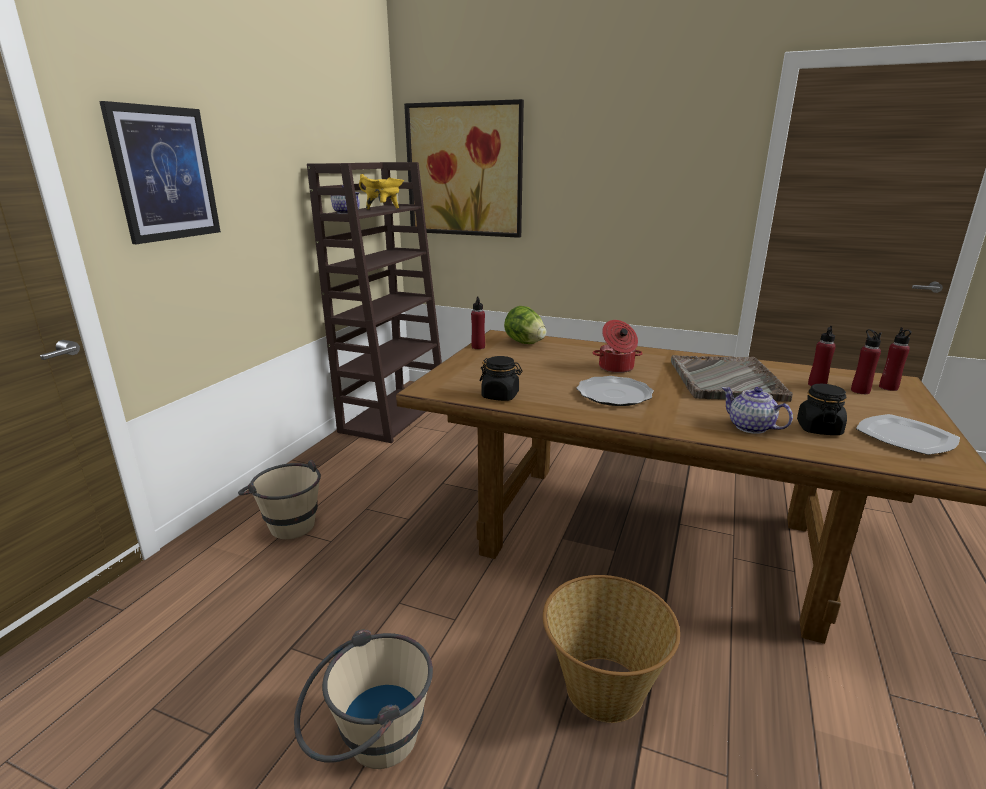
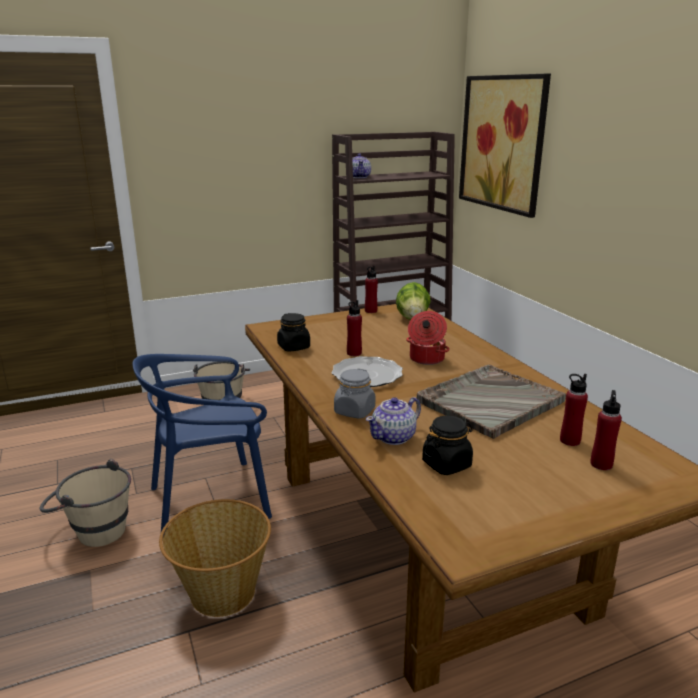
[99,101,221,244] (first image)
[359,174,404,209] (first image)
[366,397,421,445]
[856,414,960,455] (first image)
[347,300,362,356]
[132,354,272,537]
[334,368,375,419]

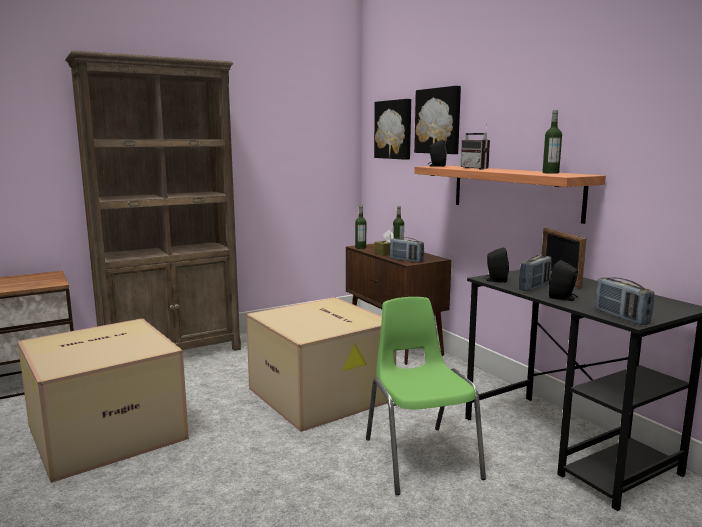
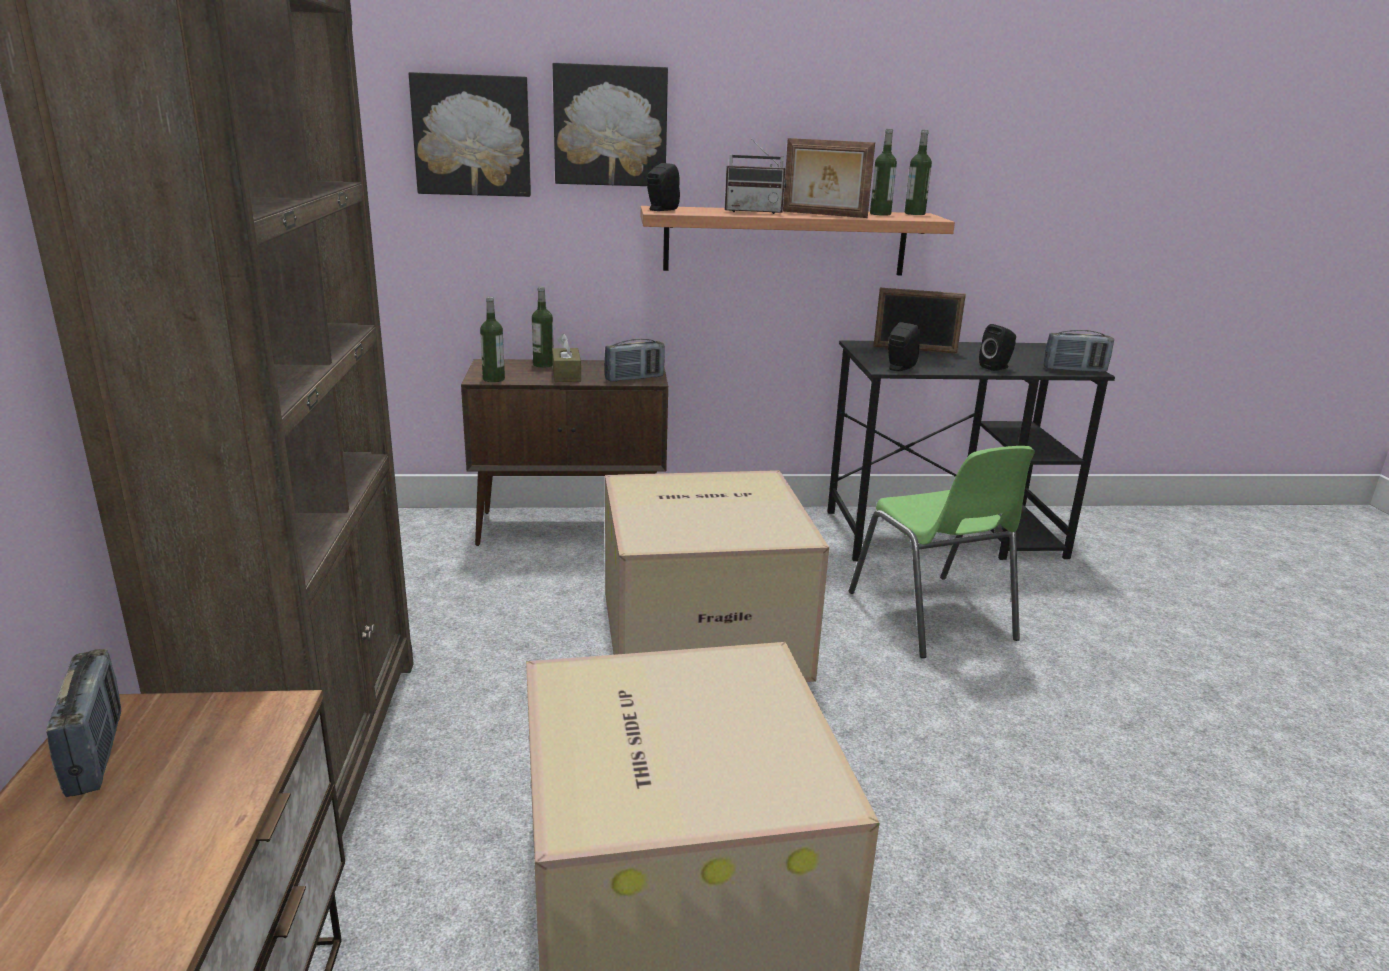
[849,446,1035,658]
[46,649,121,797]
[783,138,875,218]
[905,130,932,215]

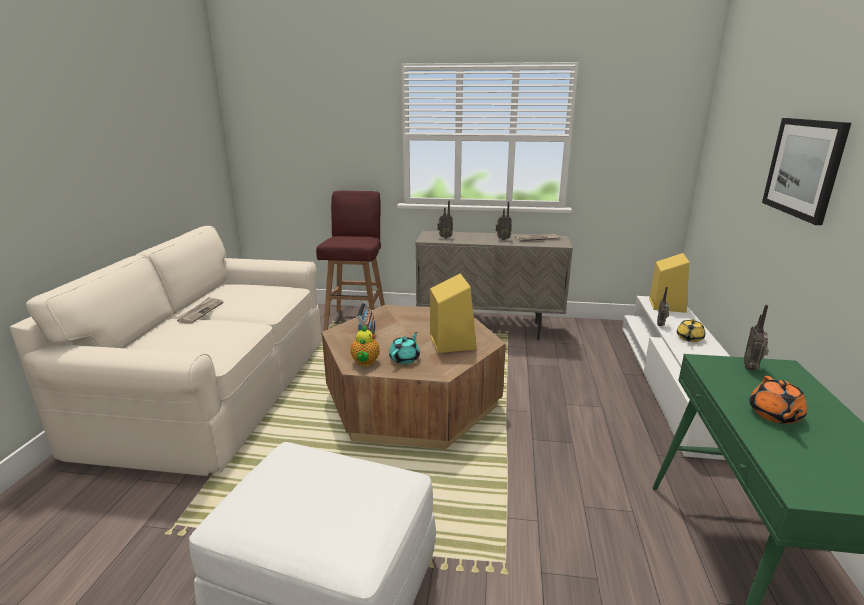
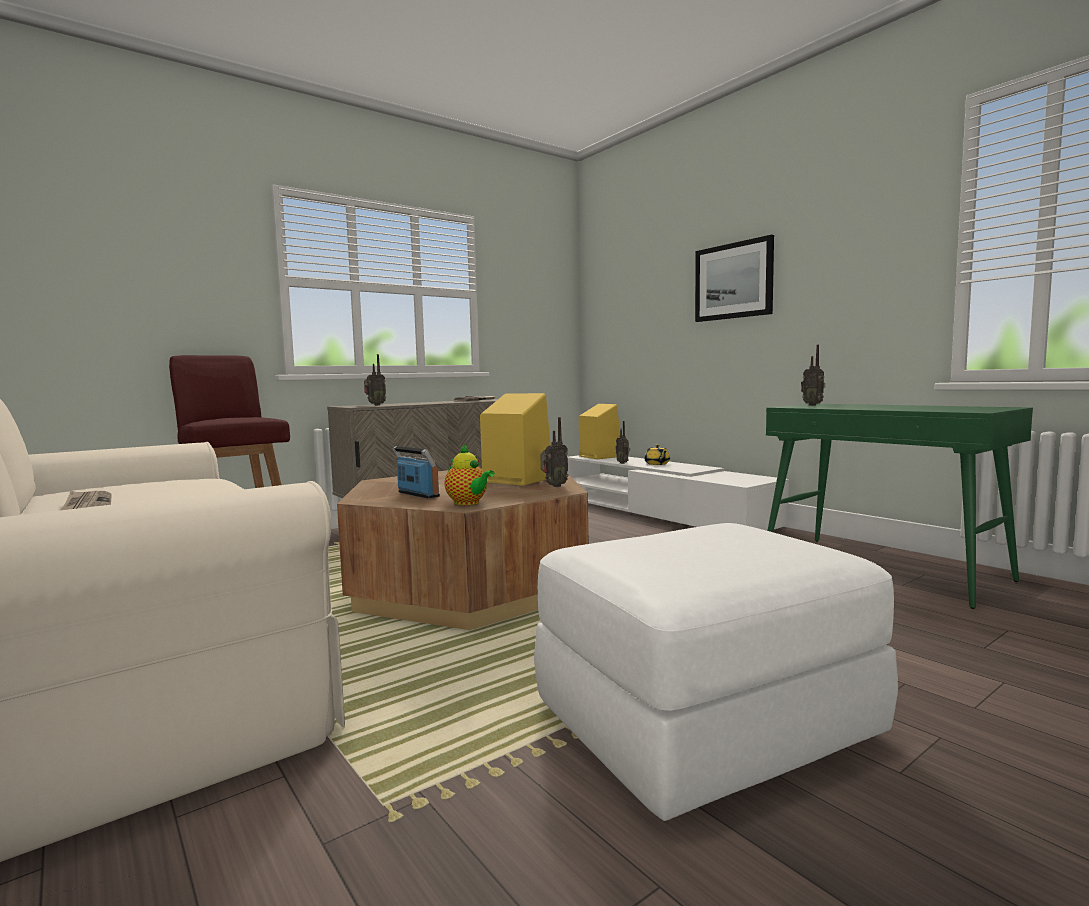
[389,332,420,364] (first image)
[540,417,568,487]
[749,376,807,424] (first image)

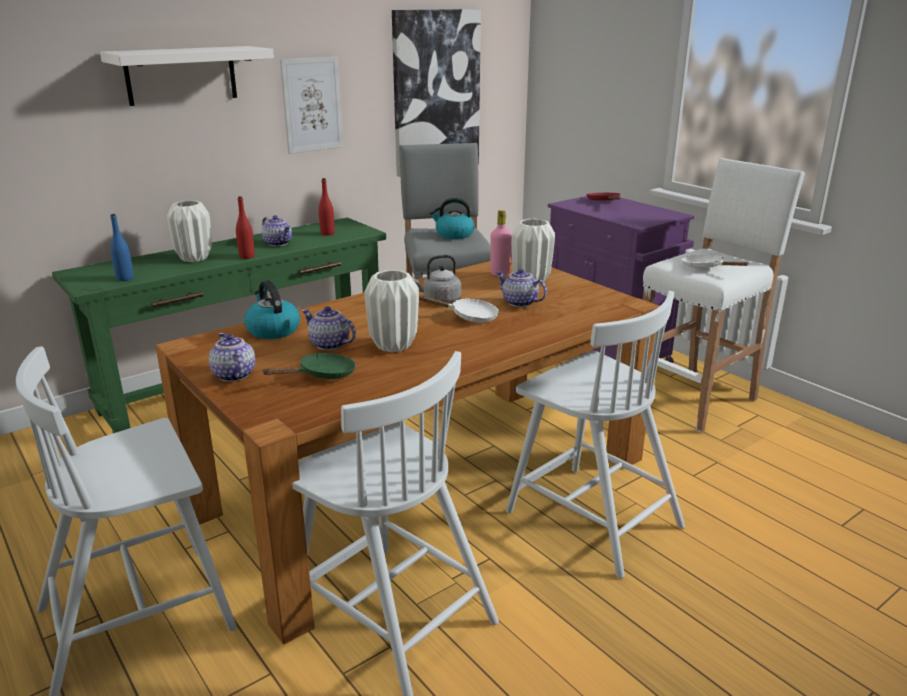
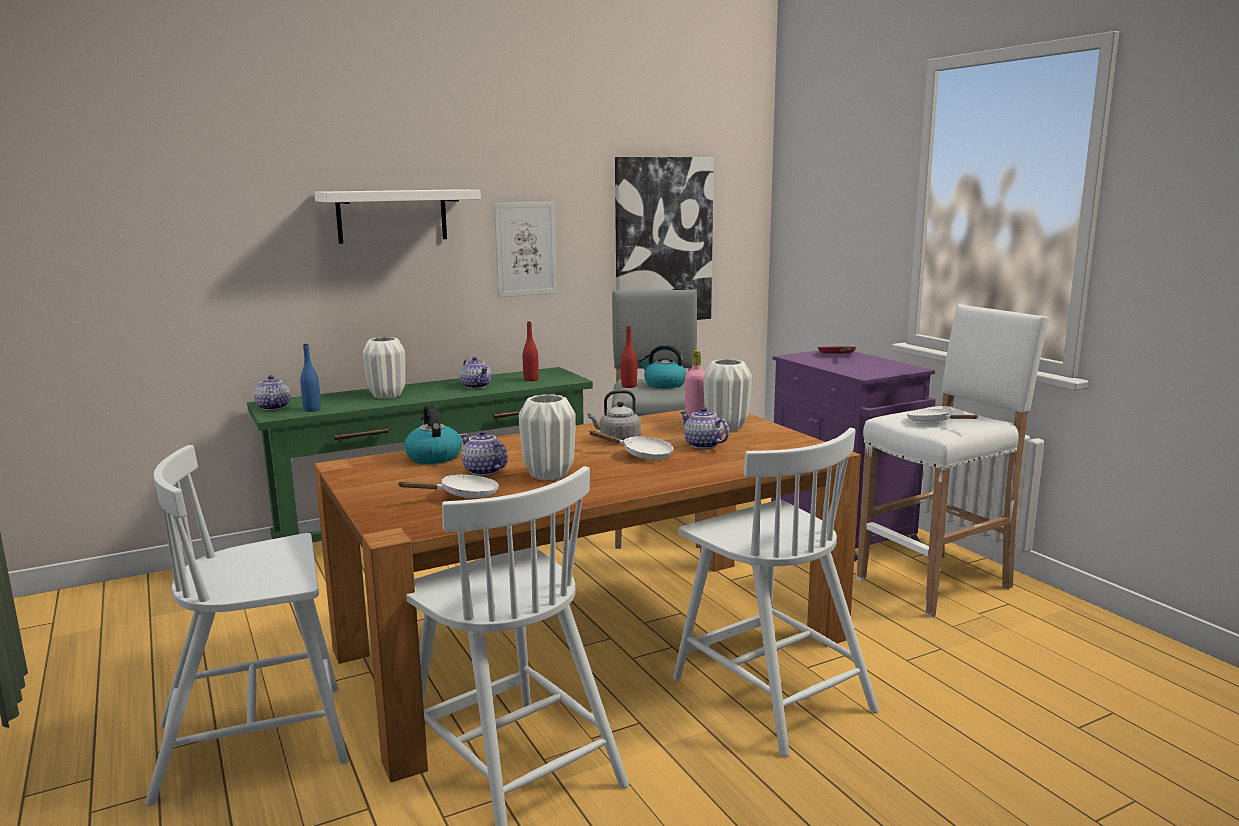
[254,375,290,410]
[621,326,637,388]
[399,474,499,498]

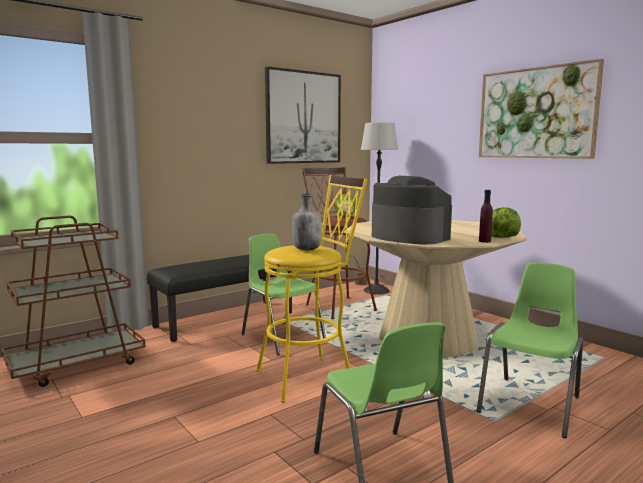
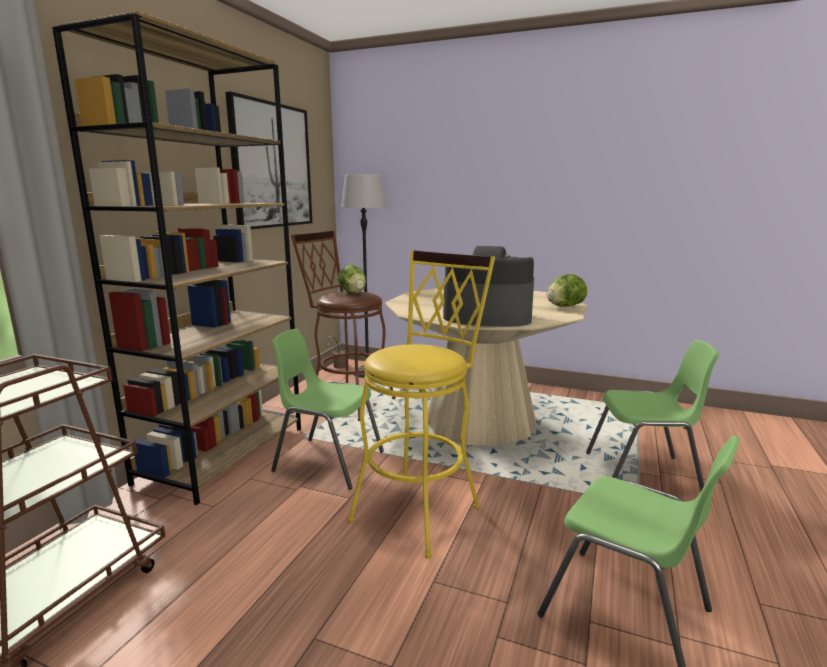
[52,11,301,505]
[292,193,322,251] (first image)
[586,340,720,491]
[479,59,604,159] (first image)
[479,190,493,243] (first image)

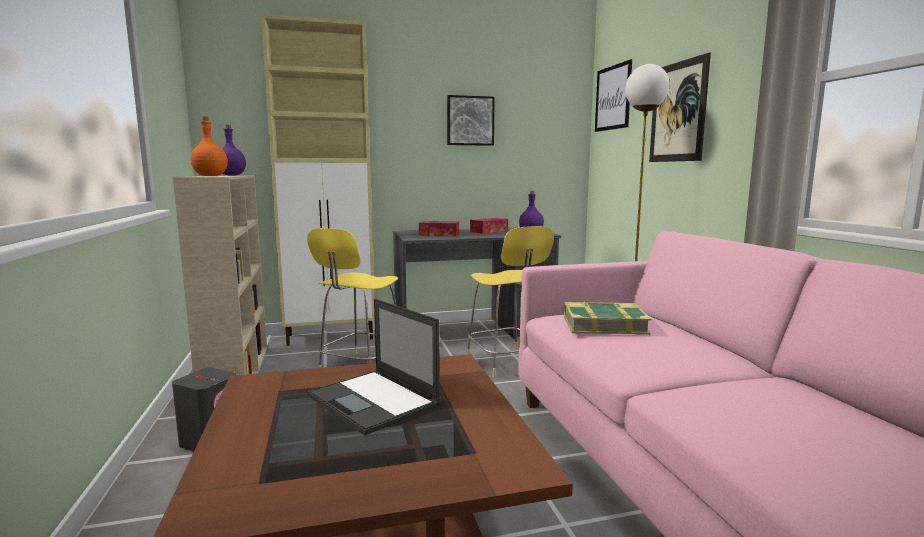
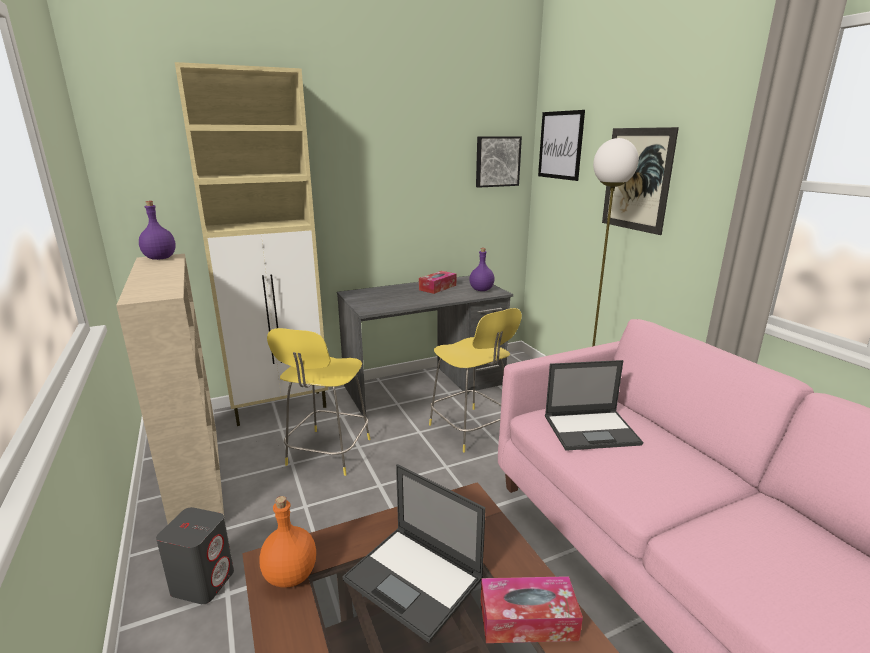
[259,496,316,588]
[481,576,583,643]
[476,136,522,188]
[545,360,643,451]

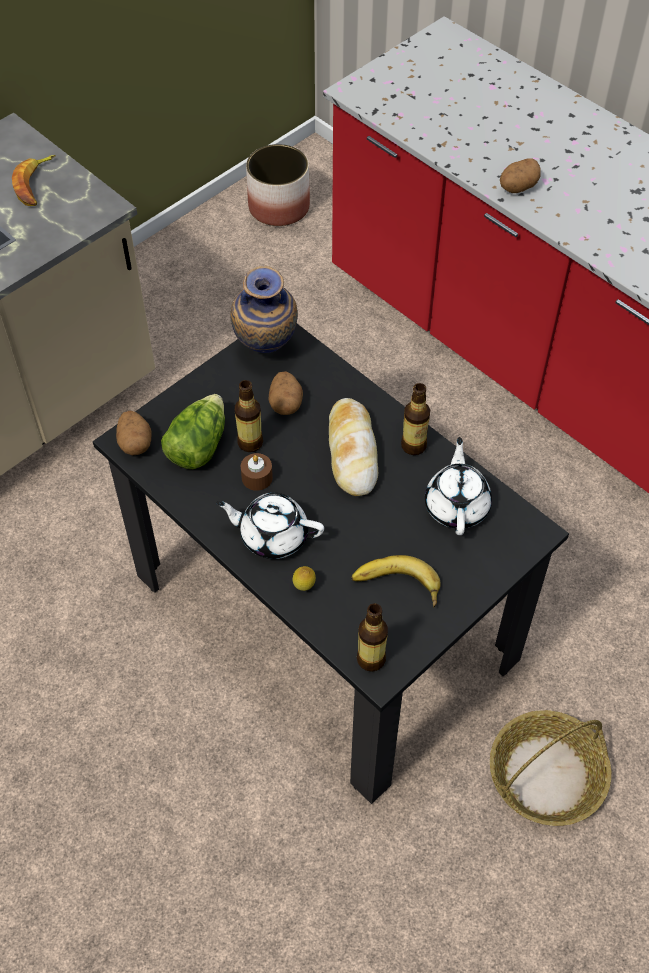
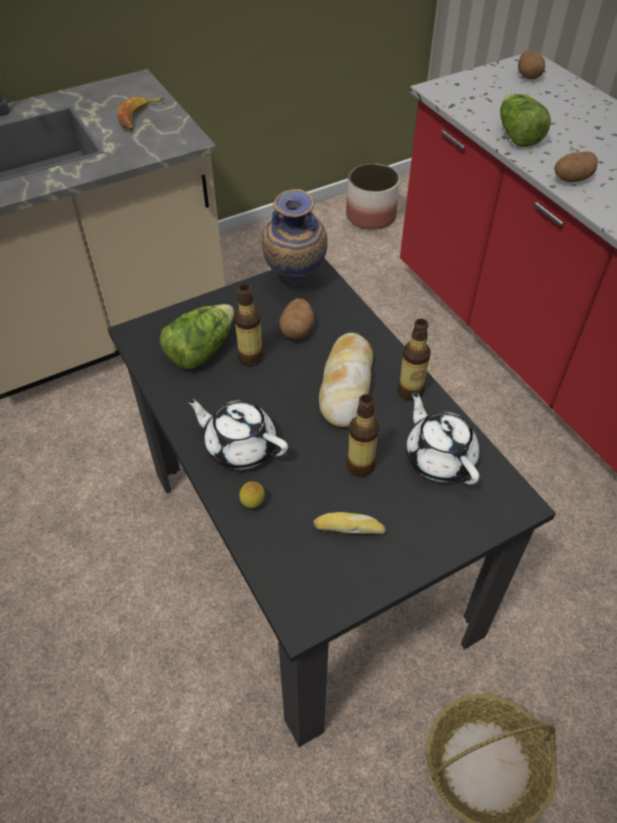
[518,50,545,79]
[241,453,273,491] (first image)
[314,512,386,534]
[346,394,379,477]
[406,390,480,485]
[500,94,551,147]

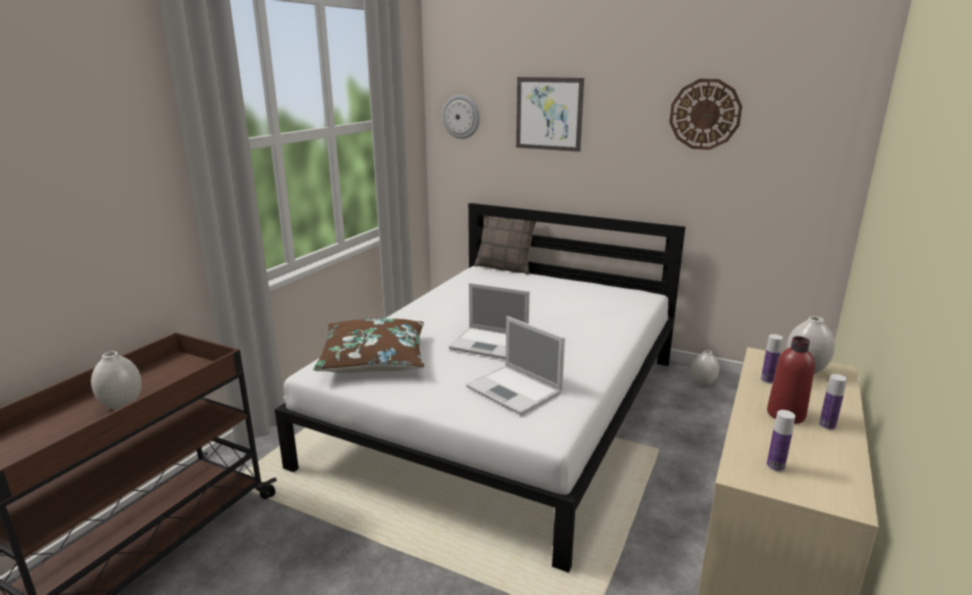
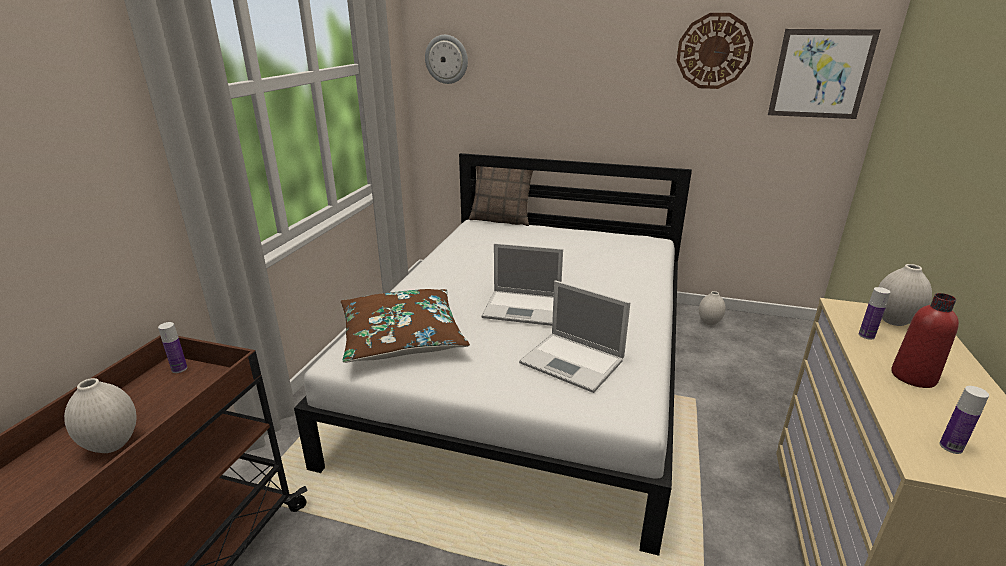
[768,29,881,119]
[158,322,187,373]

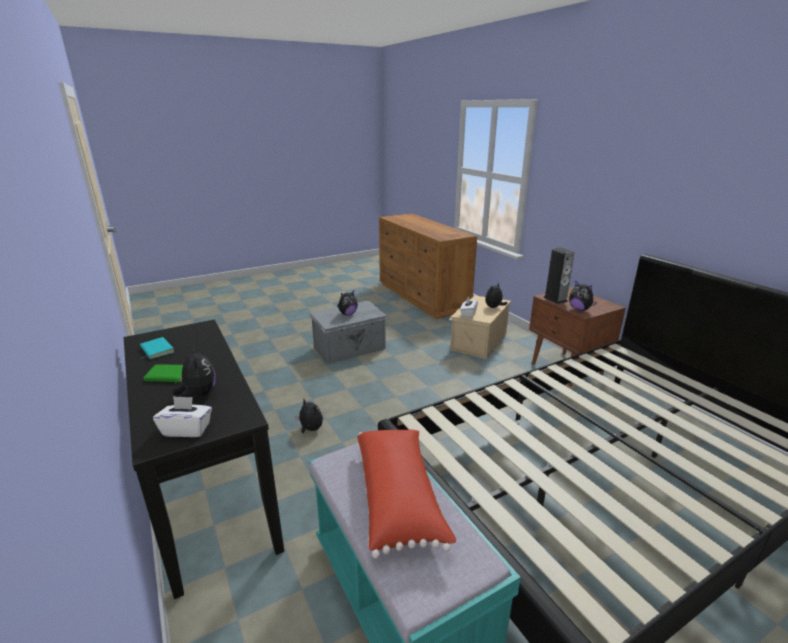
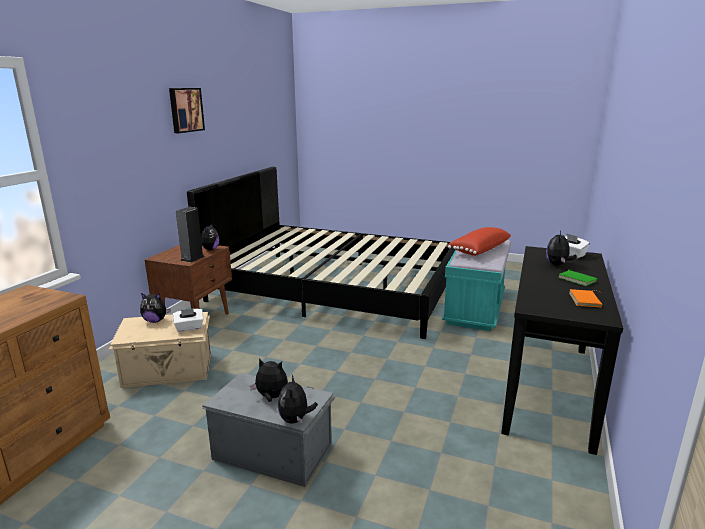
[569,289,602,307]
[278,375,318,424]
[169,88,205,133]

